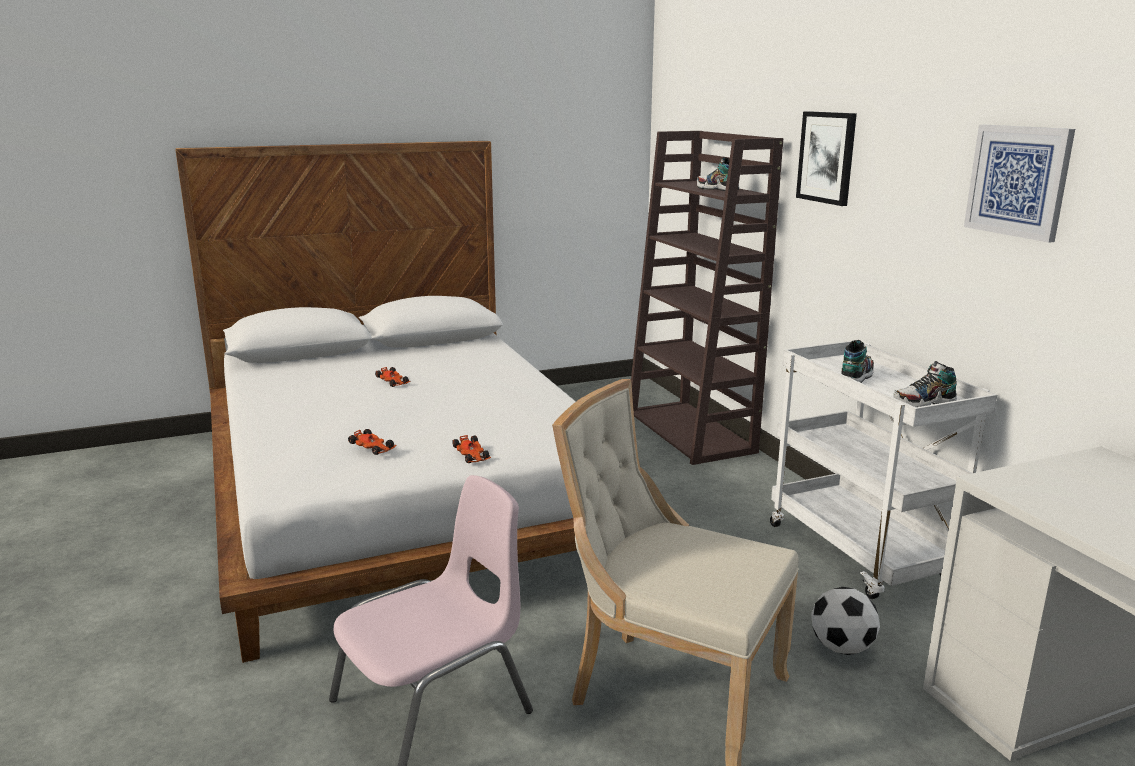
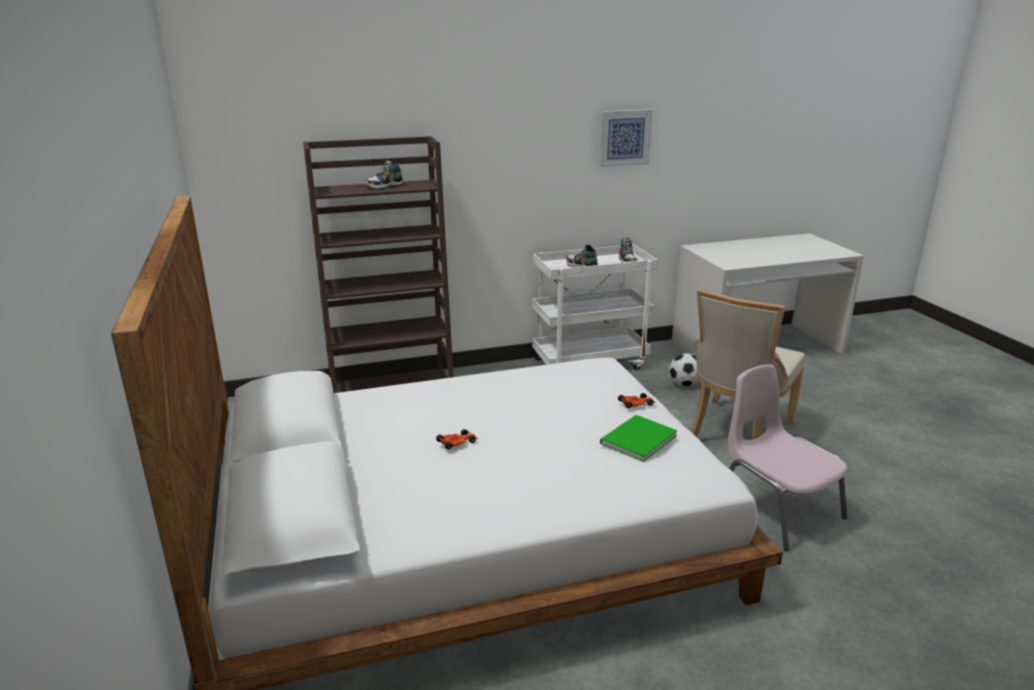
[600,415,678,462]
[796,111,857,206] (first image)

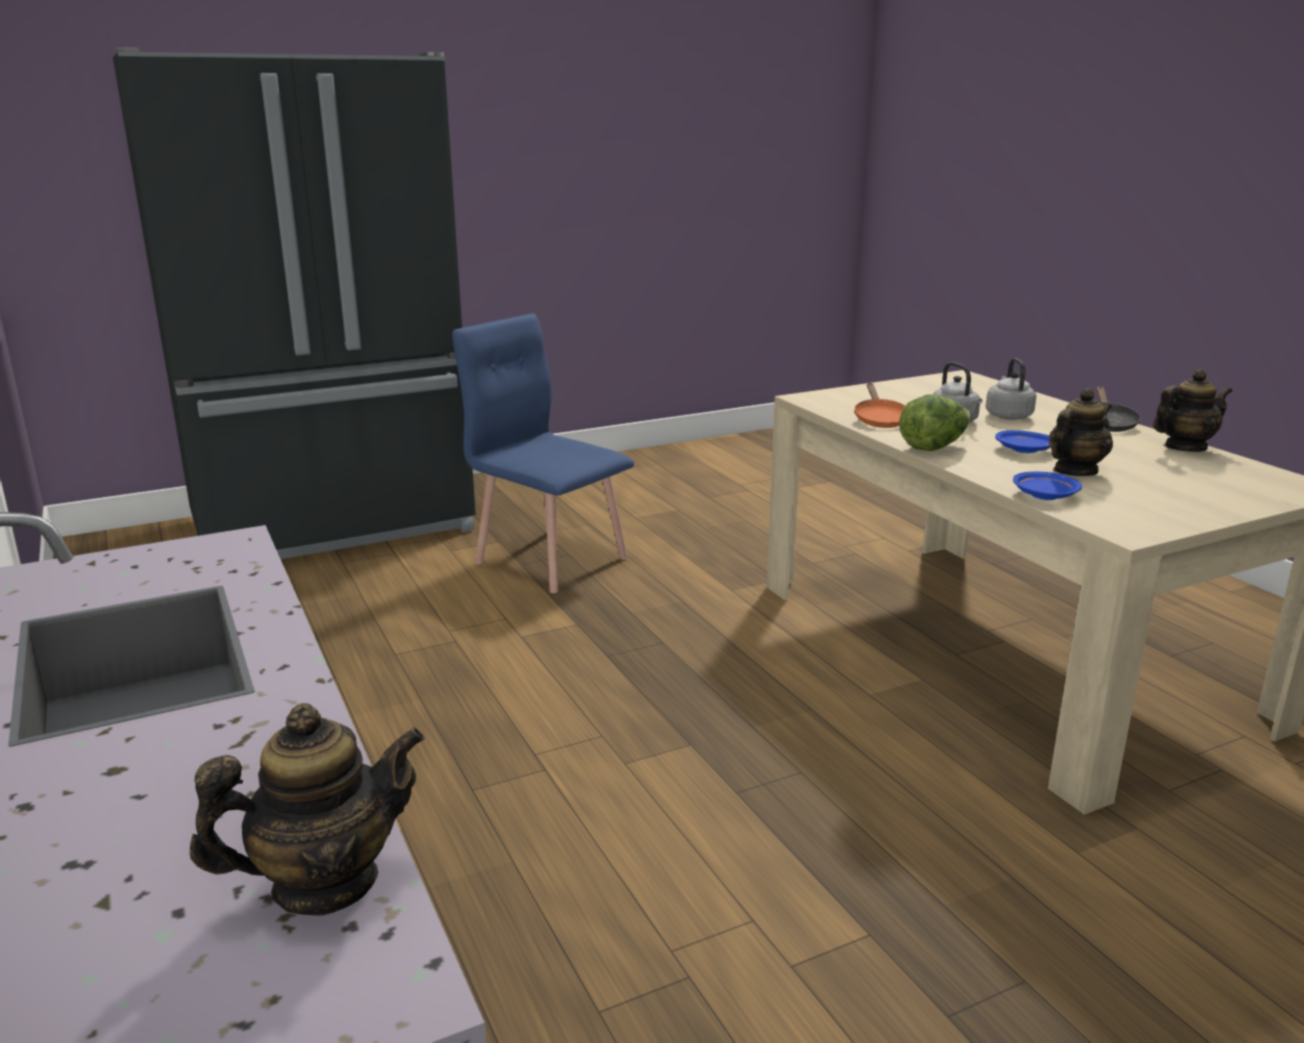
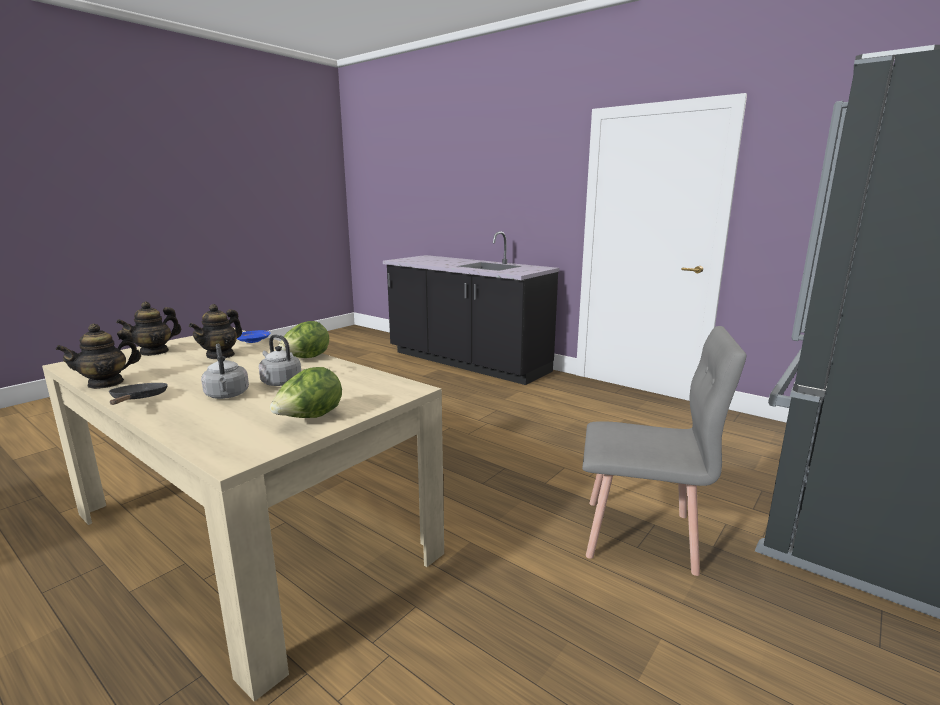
[116,302,181,356]
[582,326,746,576]
[854,383,906,428] (first image)
[995,430,1050,453] (first image)
[270,367,342,418]

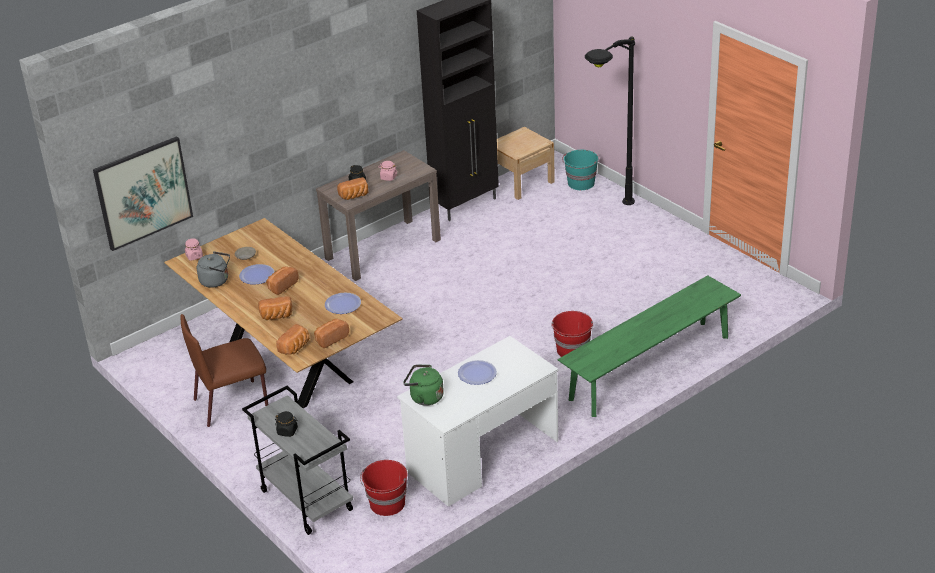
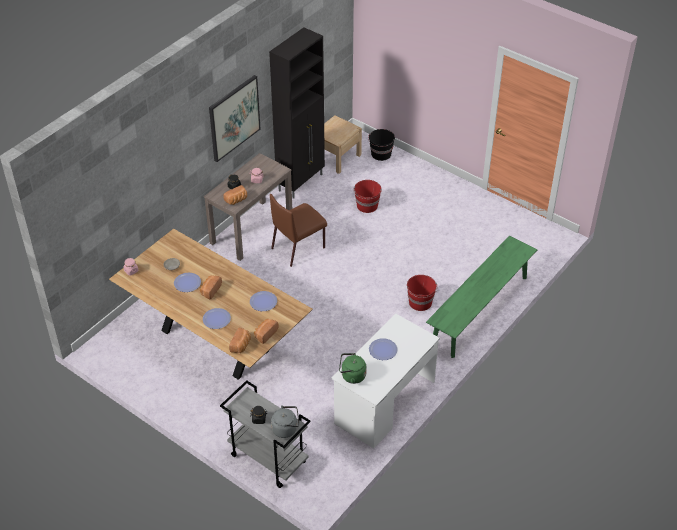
[209,75,260,162]
[270,194,327,267]
[271,405,299,438]
[203,308,231,329]
[353,180,382,213]
[368,129,395,161]
[585,36,635,205] (first image)

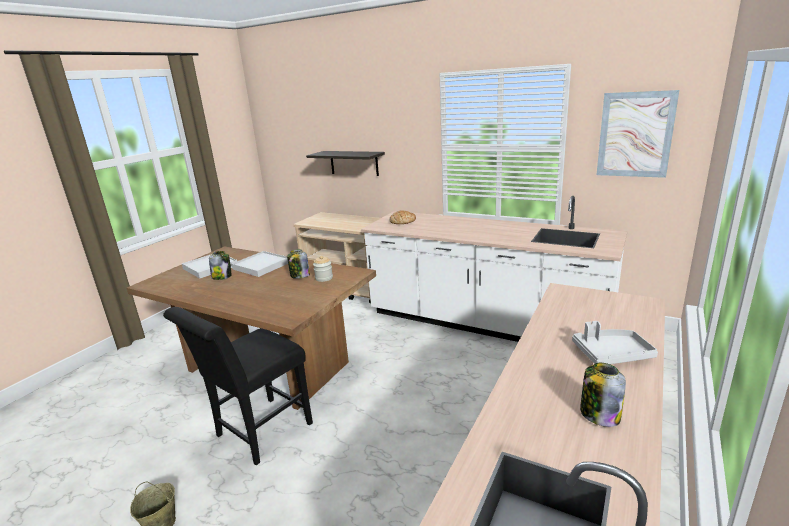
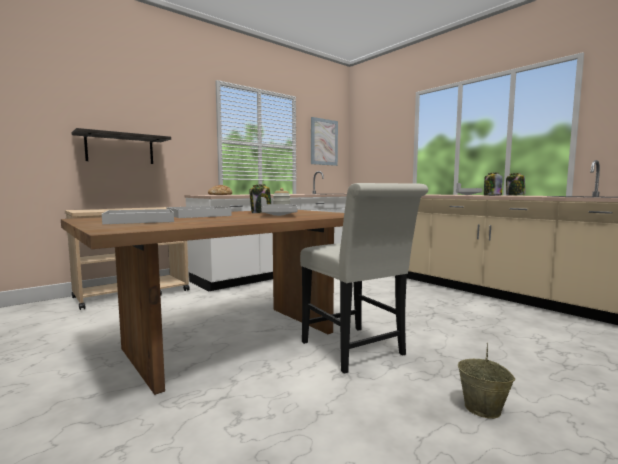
[300,183,428,374]
[484,173,503,196]
[261,197,298,216]

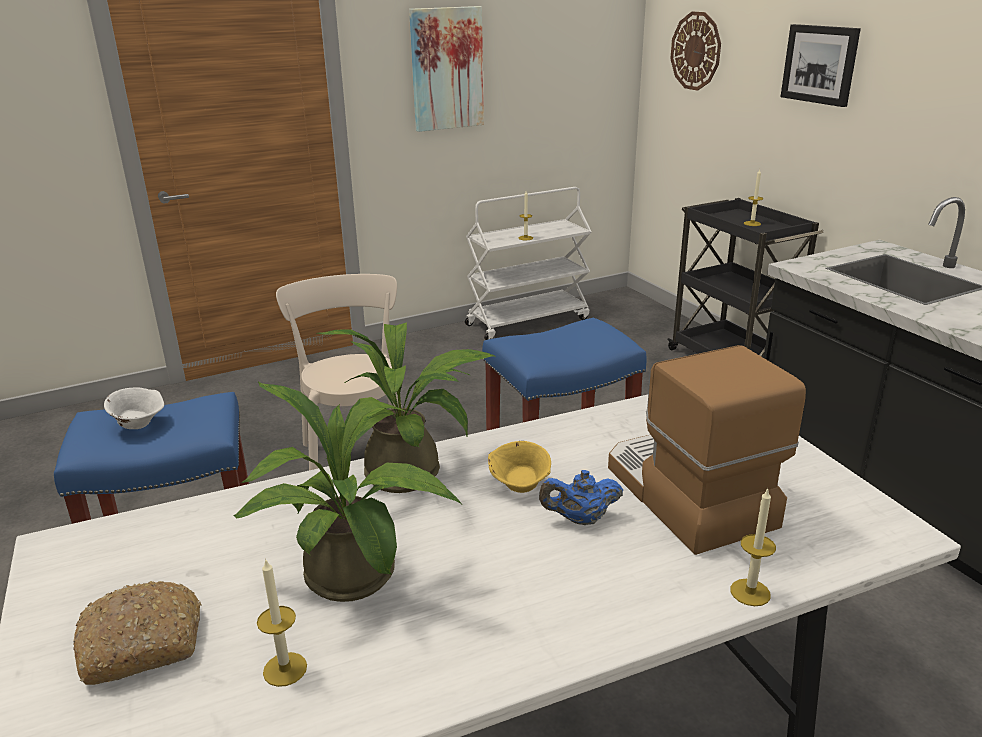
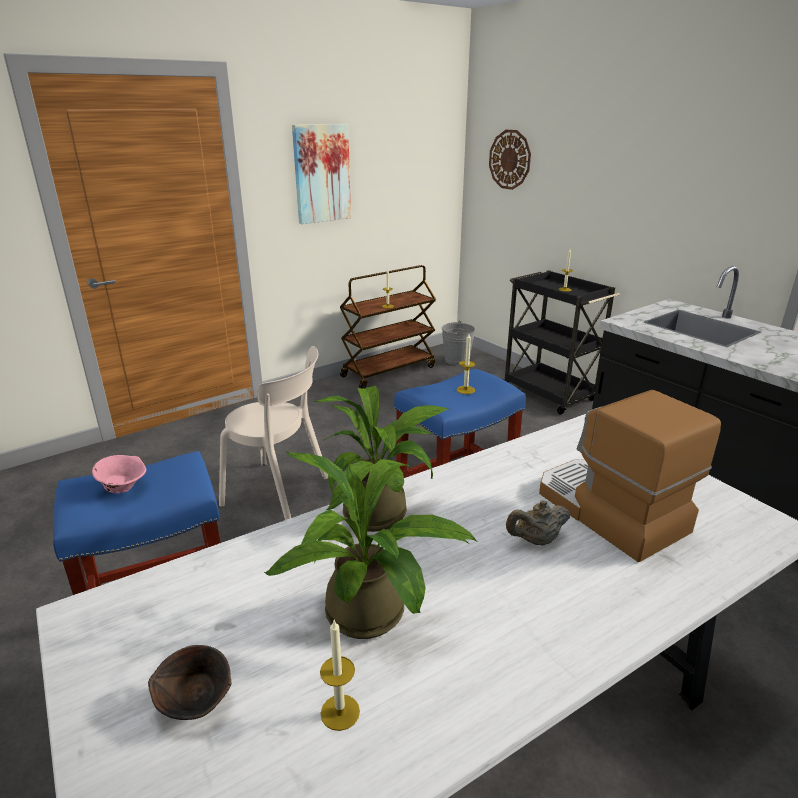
[148,645,231,720]
[92,455,146,493]
[219,346,328,520]
[340,265,436,389]
[488,441,551,493] (first image)
[506,500,570,546]
[457,334,475,394]
[781,24,861,107] (first image)
[442,320,475,365]

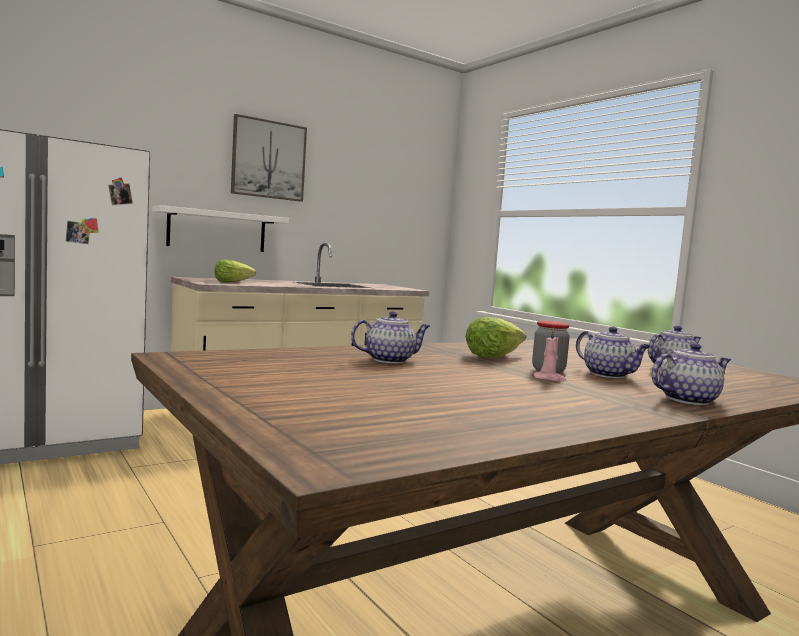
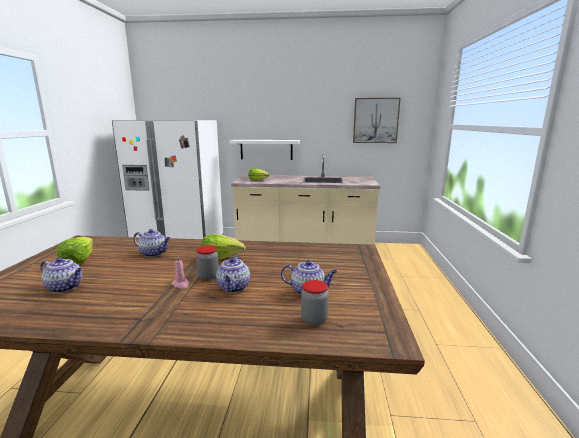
[353,98,401,143]
[40,257,82,293]
[57,237,93,264]
[301,280,329,326]

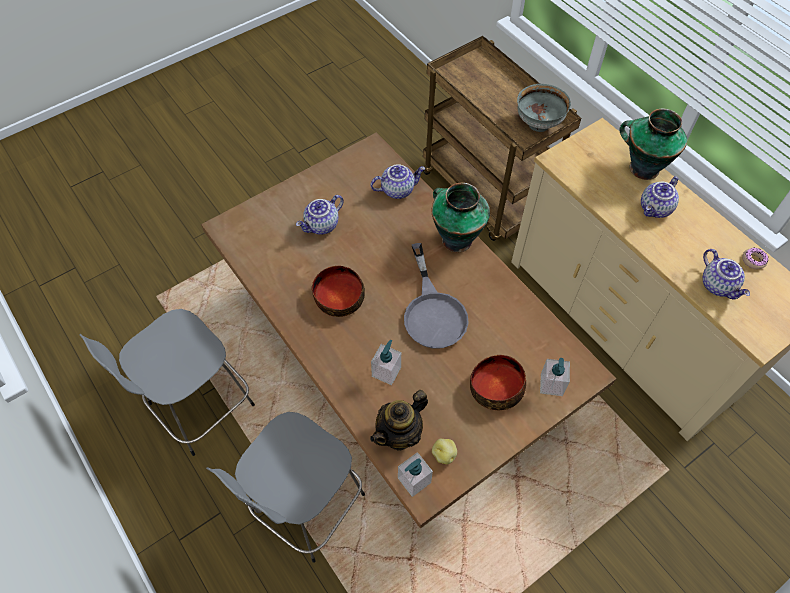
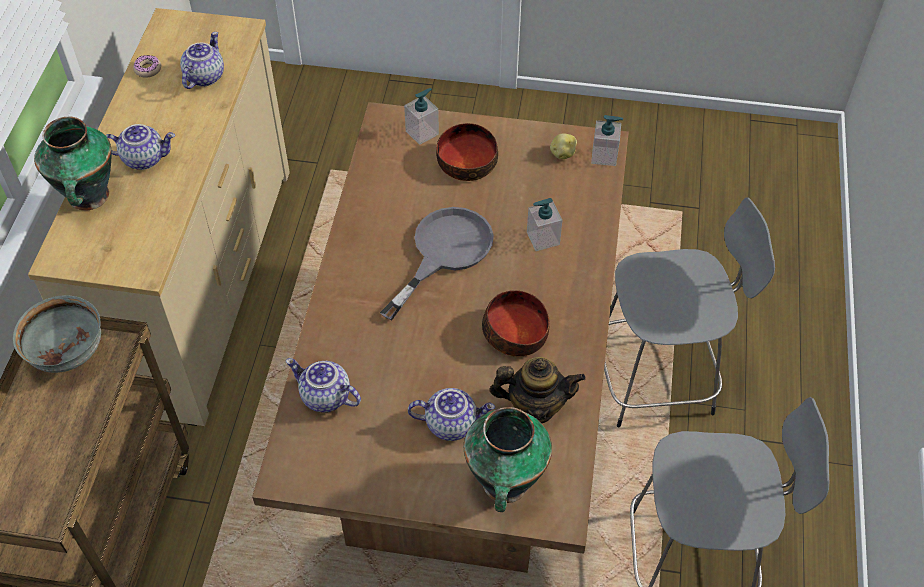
[489,357,586,423]
[464,407,552,512]

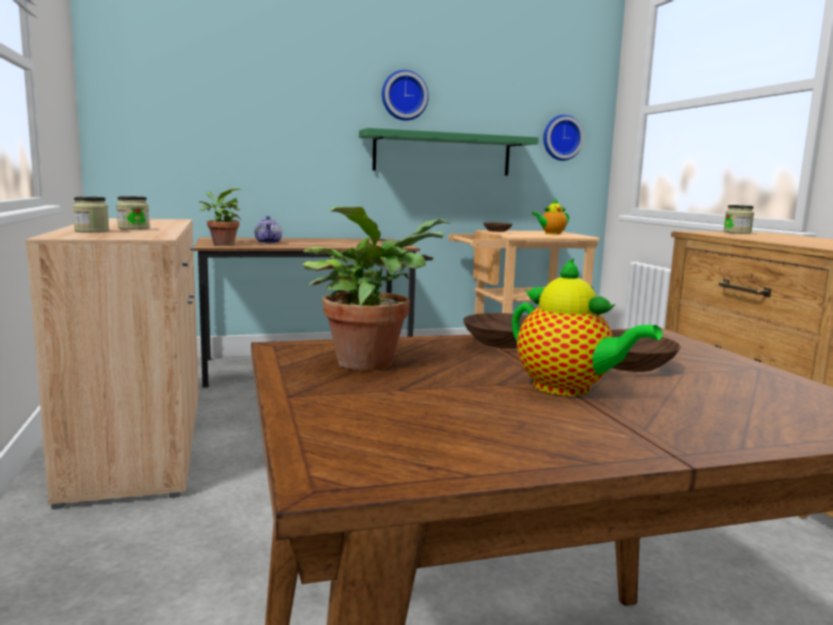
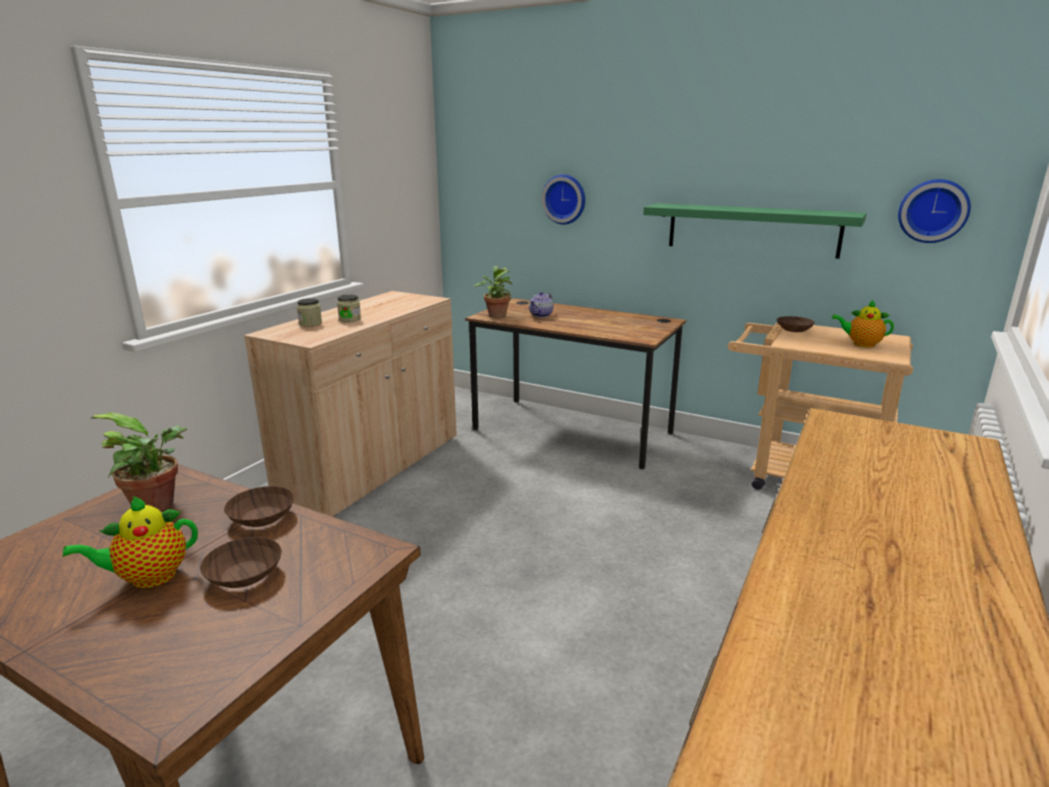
[542,174,585,225]
[63,496,198,588]
[723,205,754,234] (first image)

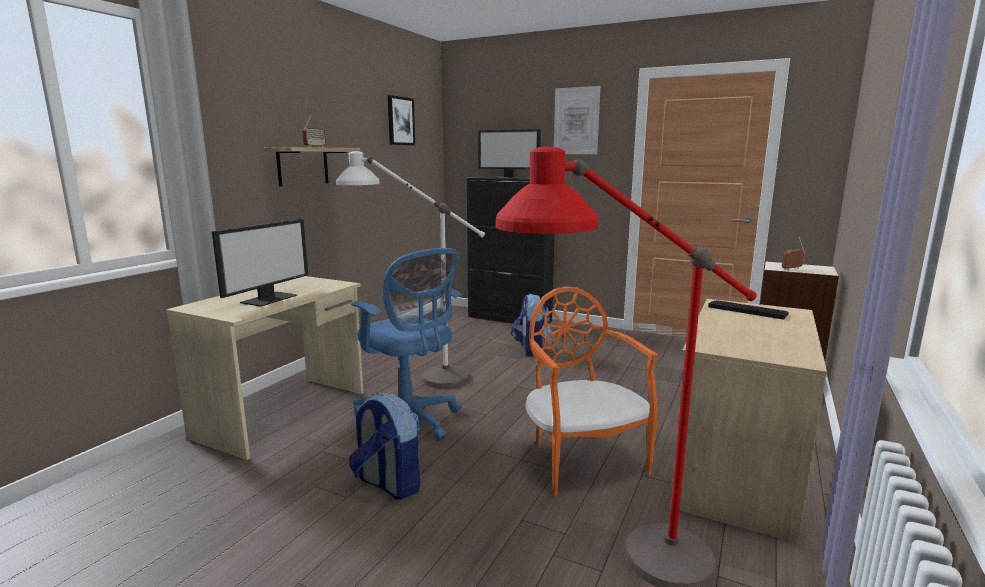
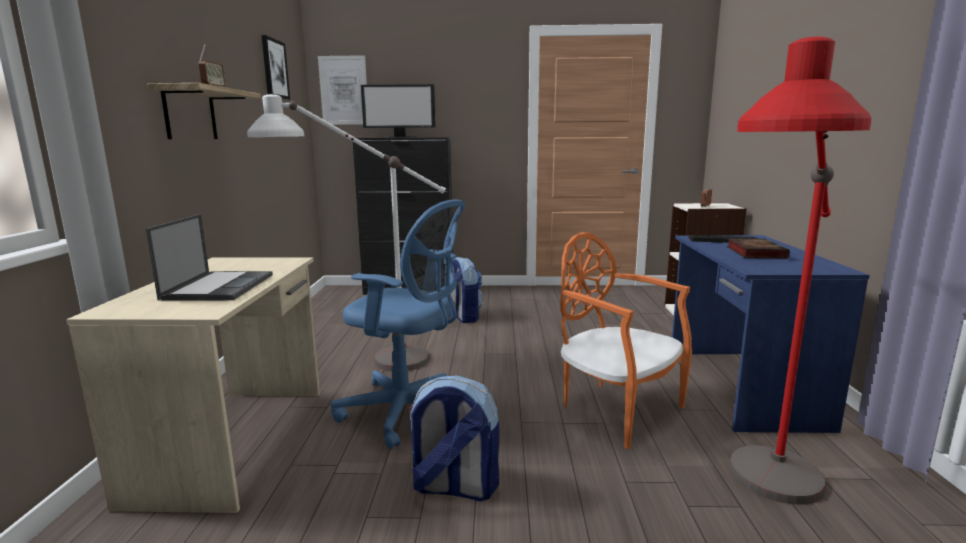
[146,214,273,301]
[318,55,367,125]
[672,235,870,433]
[727,239,790,259]

